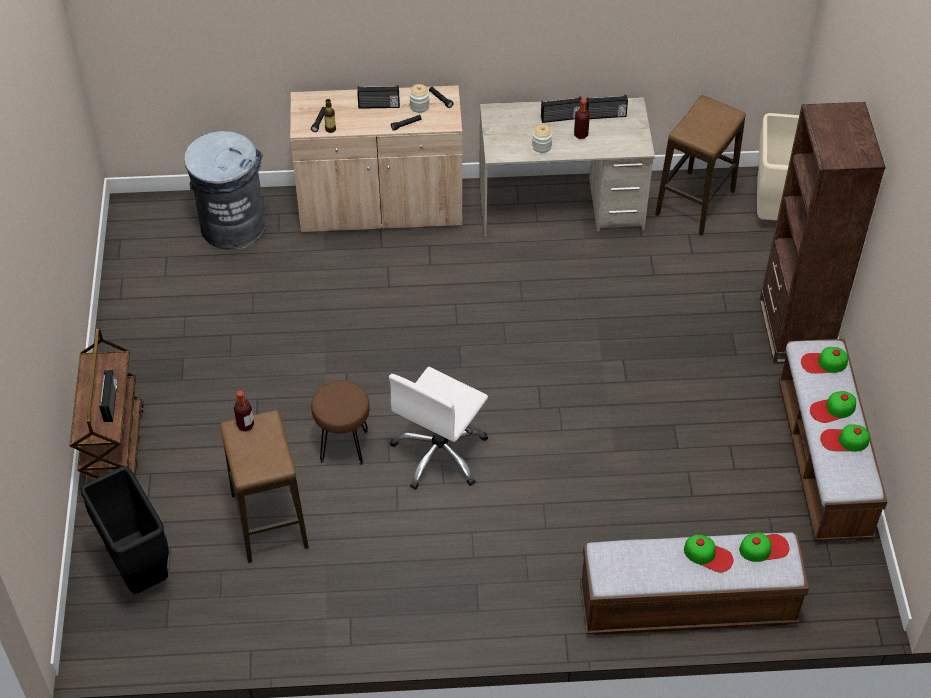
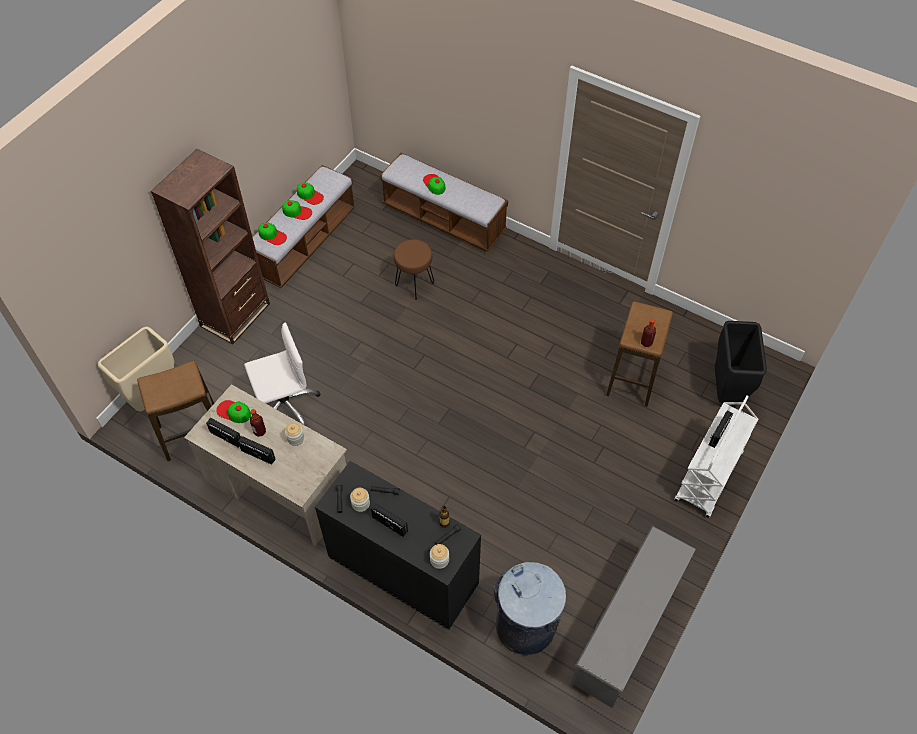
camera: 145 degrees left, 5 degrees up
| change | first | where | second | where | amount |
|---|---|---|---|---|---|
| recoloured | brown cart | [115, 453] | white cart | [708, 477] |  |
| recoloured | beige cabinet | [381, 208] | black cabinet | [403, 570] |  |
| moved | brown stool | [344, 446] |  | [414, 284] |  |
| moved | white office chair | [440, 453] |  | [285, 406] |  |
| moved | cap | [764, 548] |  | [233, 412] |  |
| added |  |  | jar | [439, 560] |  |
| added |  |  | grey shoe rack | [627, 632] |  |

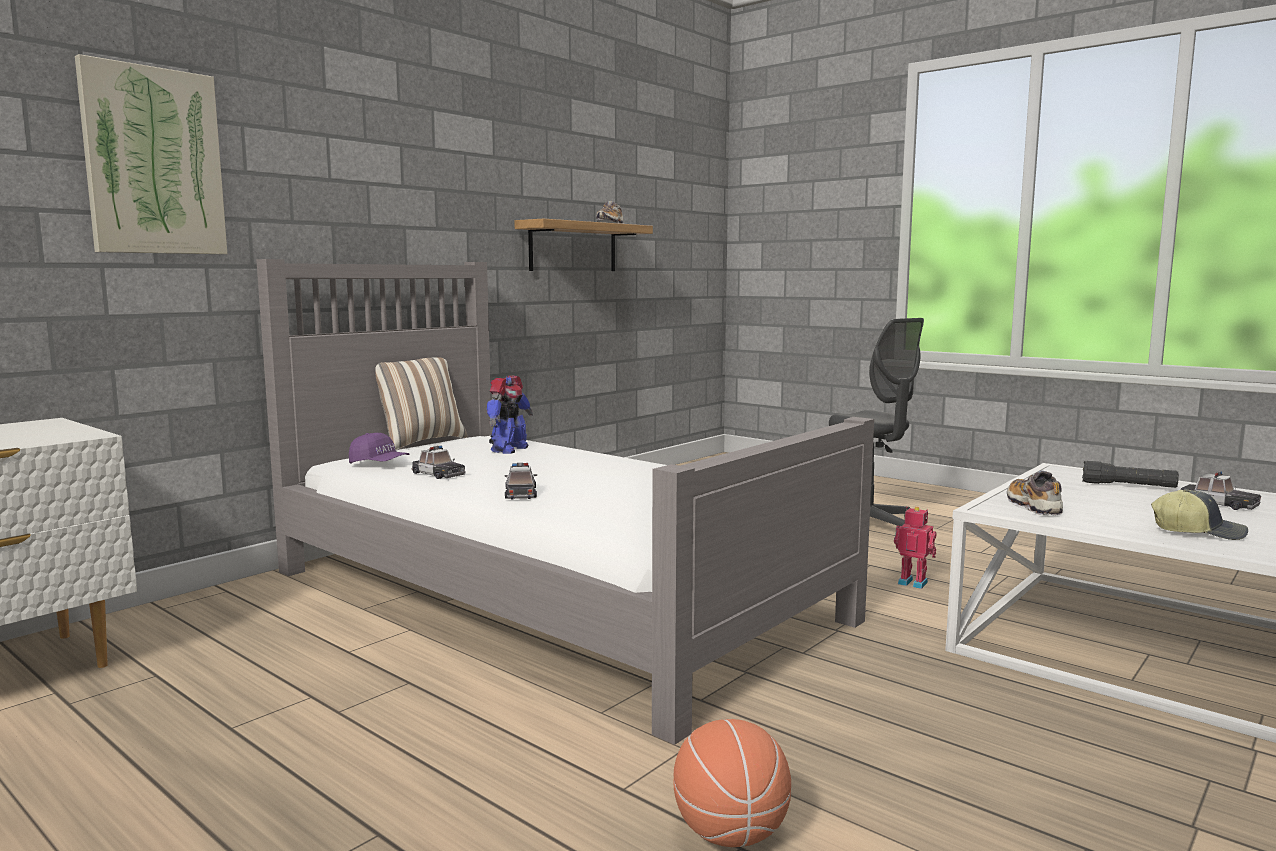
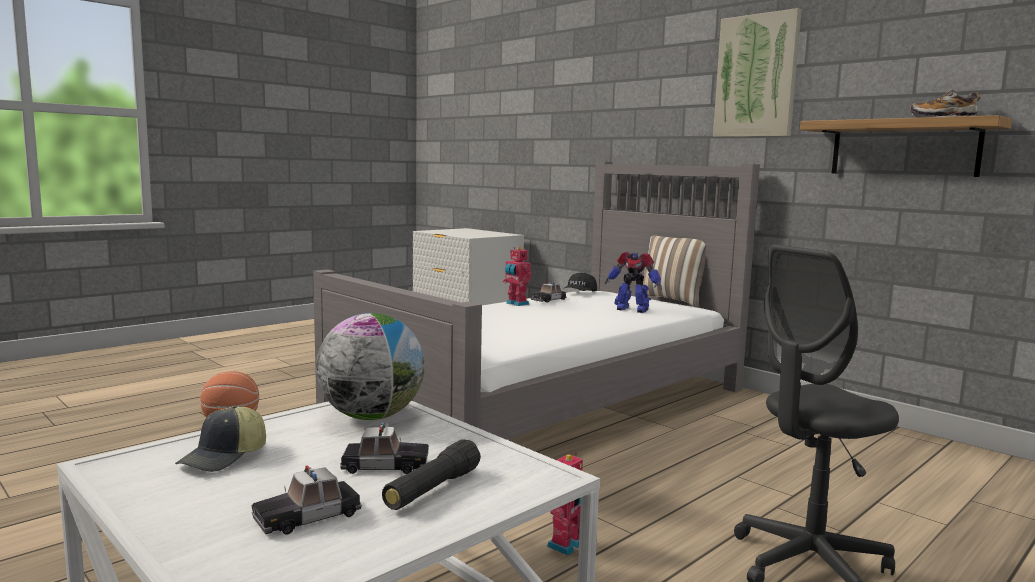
camera: 95 degrees right, 0 degrees up
| change | first | where | second | where | amount |
|---|---|---|---|---|---|
| moved | picture | [153, 162] |  | [756, 76] |  |
| recoloured | purple cap | [379, 464] | black cap | [579, 293] |  |
| moved | toy car | [521, 492] |  | [385, 465] |  |
| replaced | shoe | [1033, 507] | globe | [371, 416] |  |
| added |  |  | toy robot | [516, 304] |  |

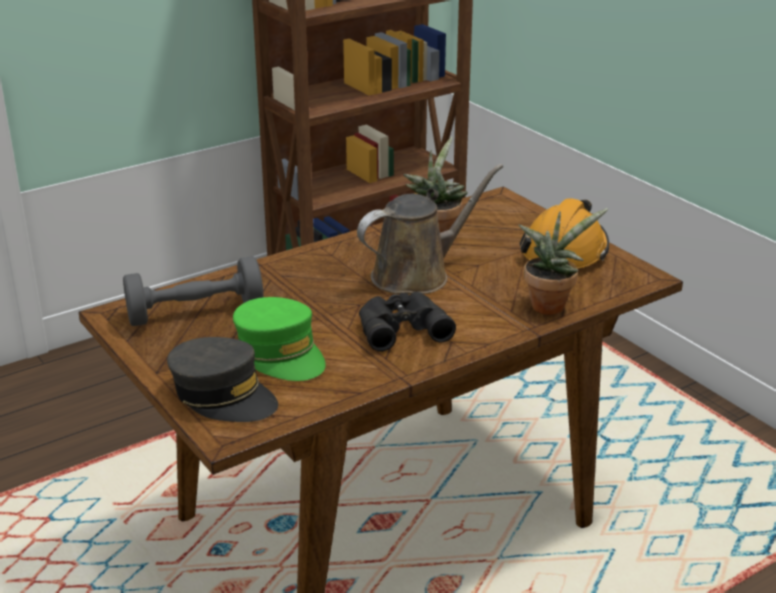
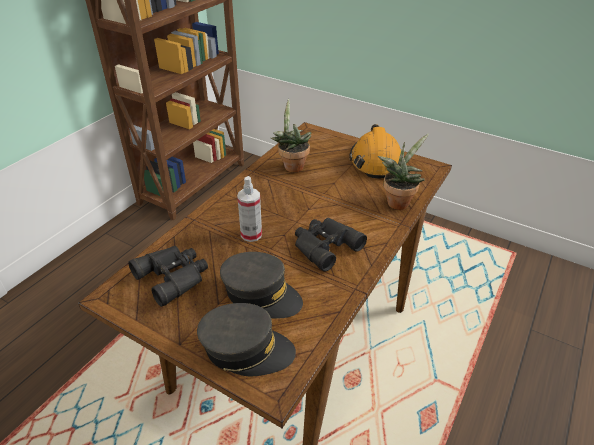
camera: 25 degrees left, 10 degrees up
| change | first | where | second | where | amount |
|---|---|---|---|---|---|
| replaced | grey dumbbell | [195, 313] | black binoculars | [174, 276] |  |
| recoloured | green cap | [281, 353] | grey cap | [261, 294] |  |
| removed | brown watering can | [417, 275] |  |  |  |
| added |  |  | spray bottle | [251, 234] |  |

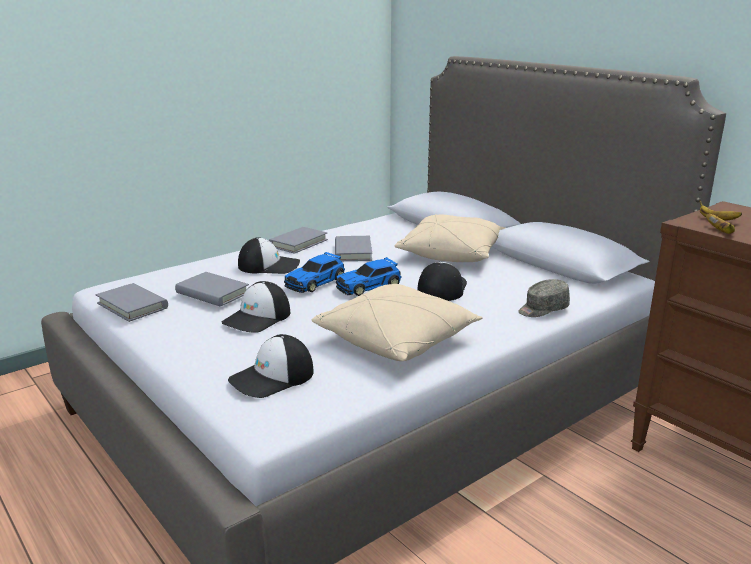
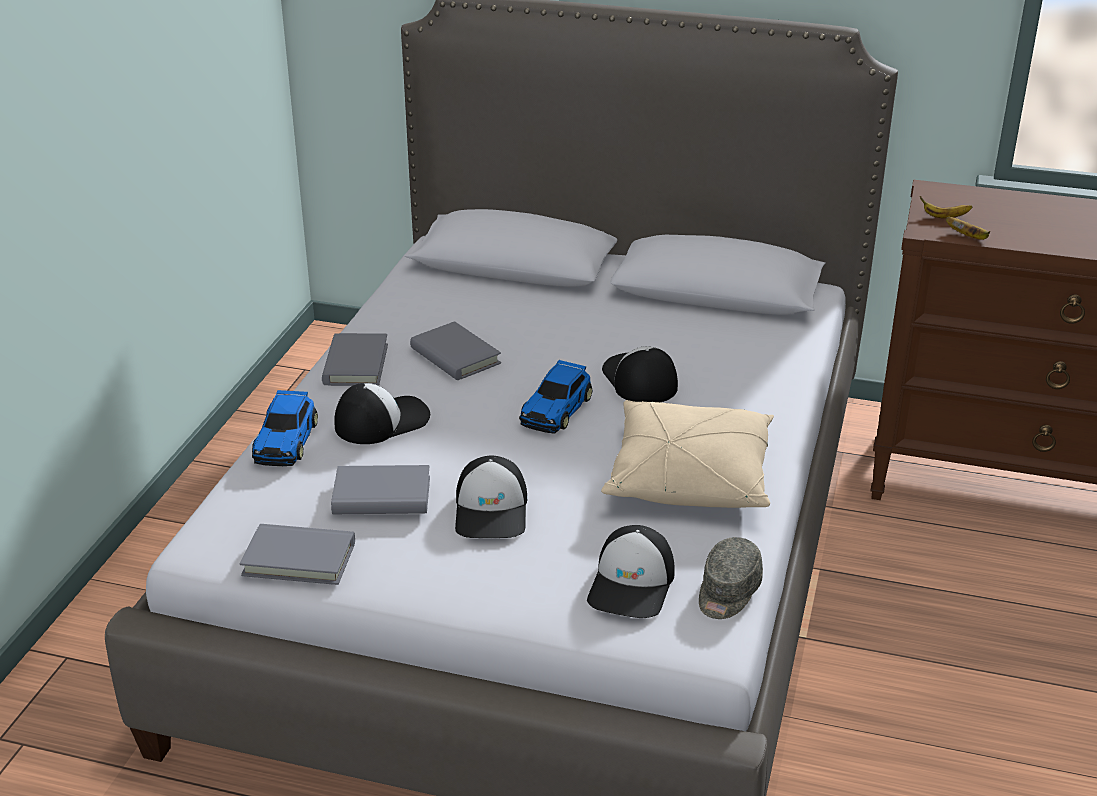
camera: 35 degrees left, 10 degrees up
| change | first | where | second | where | amount |
|---|---|---|---|---|---|
| moved | toy car | [316, 282] |  | [286, 440] |  |
| removed | beige pillow | [451, 253] |  |  |  |
| moved | grey cap | [542, 309] |  | [727, 592] |  |

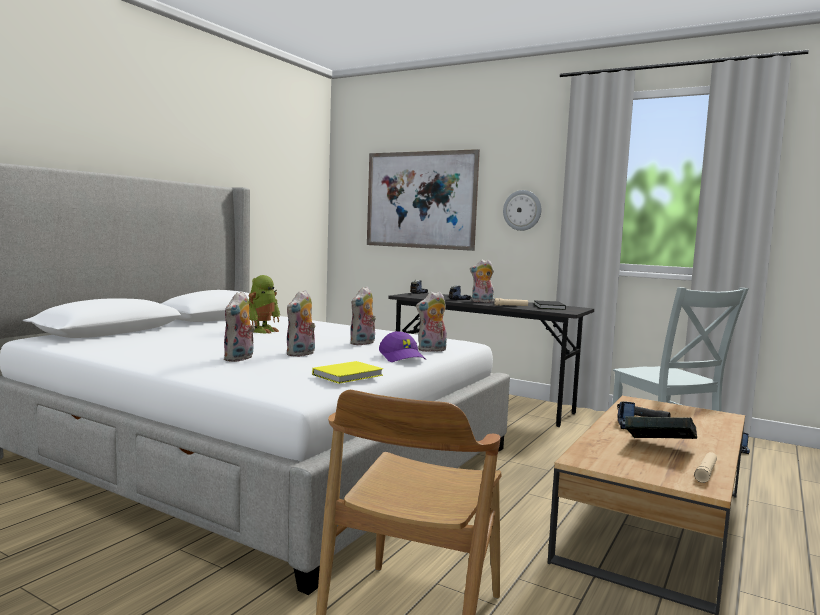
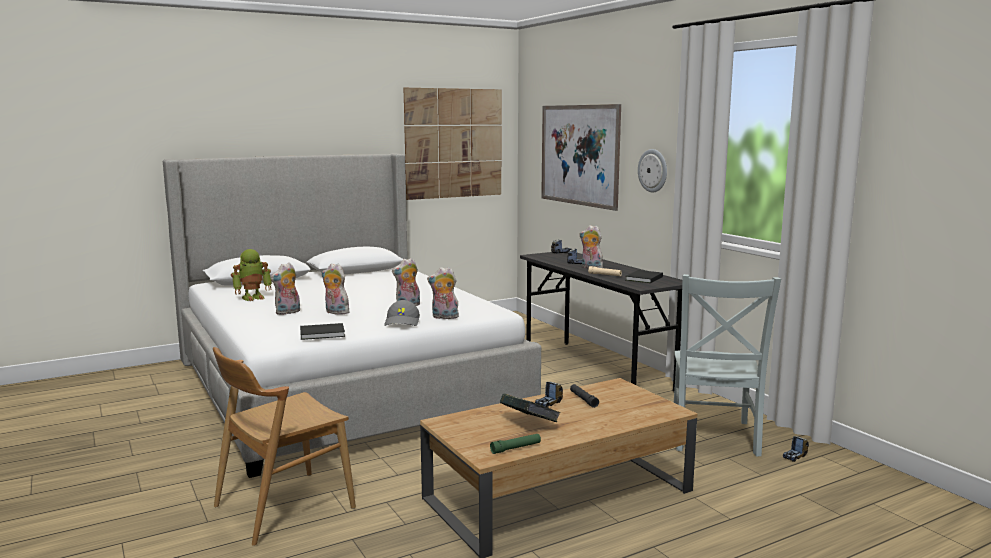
camera: 30 degrees right, 5 degrees up
| change | first | where | second | where | amount |
|---|---|---|---|---|---|
| moved | toy robot | [262, 330] |  | [253, 297] |  |
| turned | plush toy | [301, 354] |  | [335, 312] | 60 degrees clockwise |
| recoloured | yellow book | [349, 375] | black book | [323, 334] |  |
| recoloured | purple cap | [402, 357] | grey cap | [403, 322] |  |
| recoloured | beige flashlight | [706, 472] | green flashlight | [516, 448] |  |
| added |  |  | picture | [454, 143] |  |

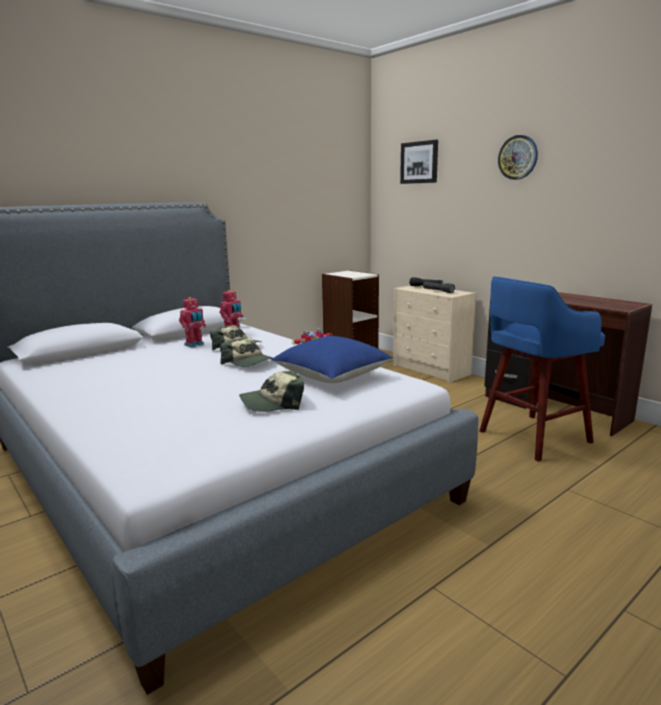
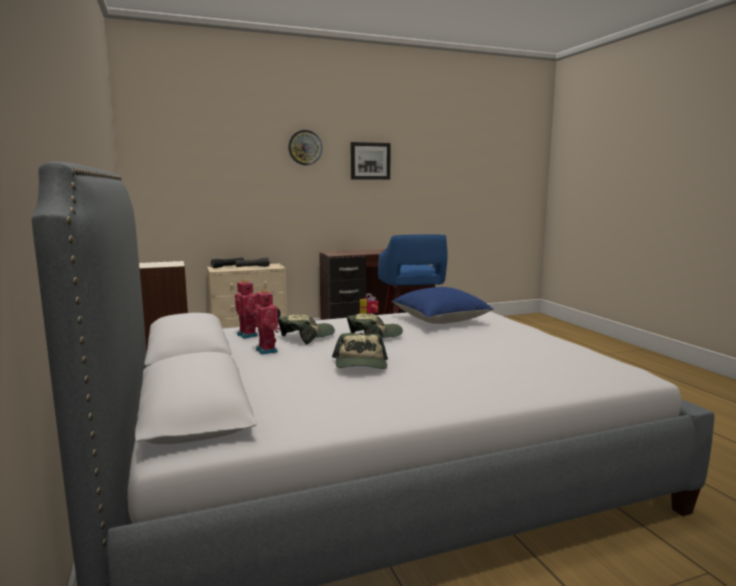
camera: 70 degrees left, 5 degrees down
| change | first | where | second | where | amount |
|---|---|---|---|---|---|
| moved | cap | [272, 403] |  | [361, 365] |  |
| moved | picture | [419, 162] |  | [370, 161] |  |

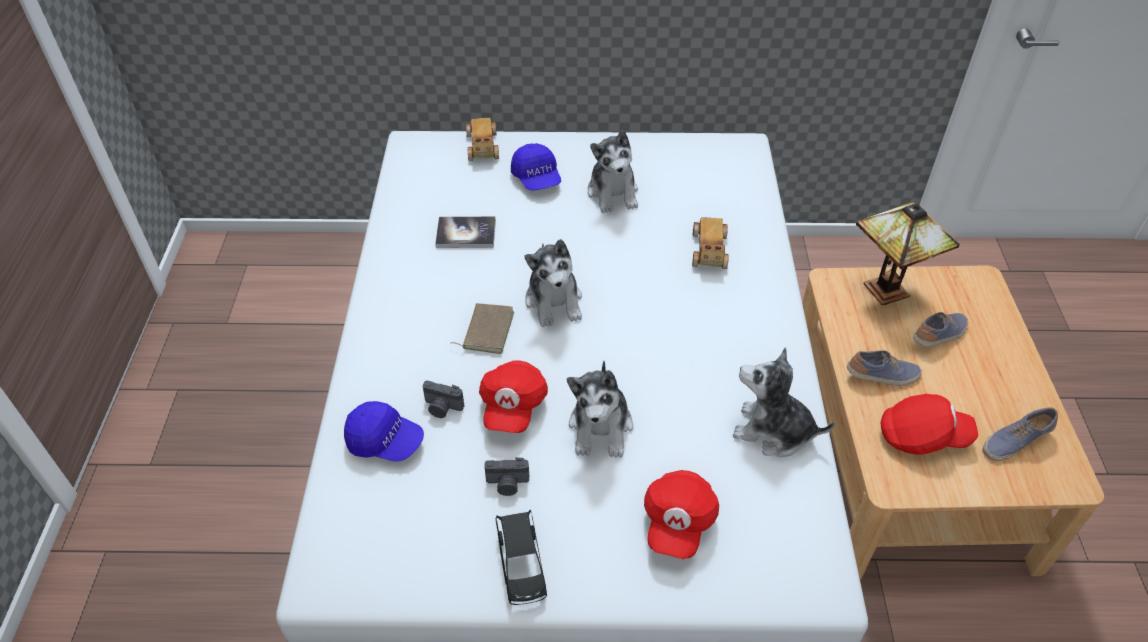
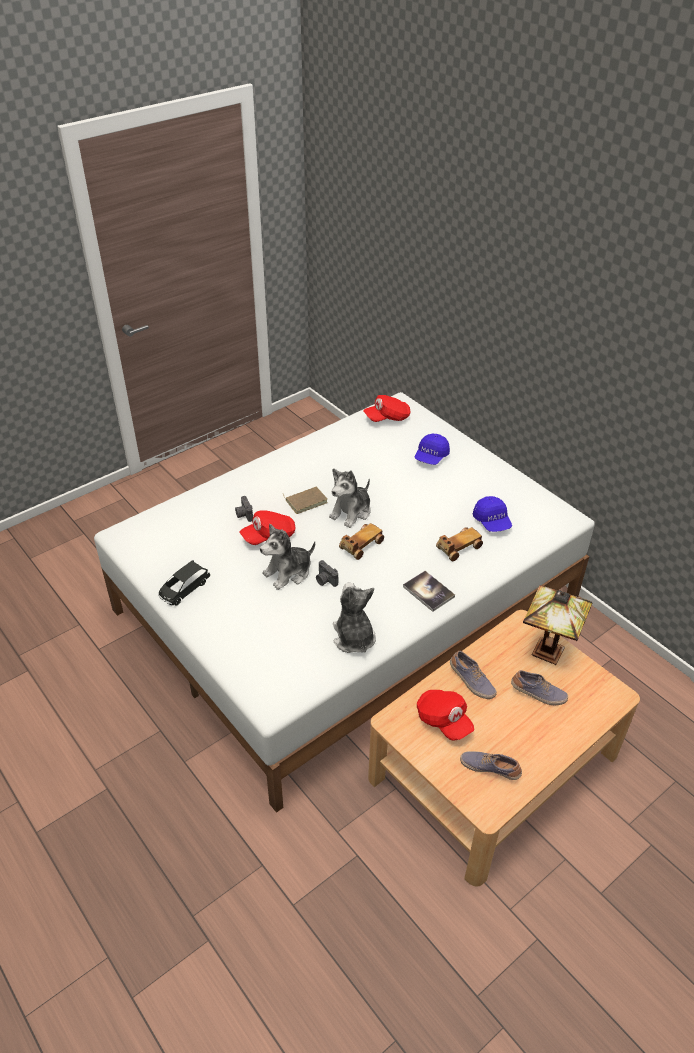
camera: 50 degrees right, 5 degrees down
| change | first | where | second | where | amount |
|---|---|---|---|---|---|
| moved | blue cap | [385, 441] |  | [492, 522] |  |
| moved | book | [466, 233] |  | [428, 592] |  |
| moved | toy car | [482, 147] |  | [361, 546] |  |
| moved | photo camera | [507, 484] |  | [325, 580] |  |
| removed | plush toy | [613, 193] |  |  |  |
| moved | red cap | [677, 522] |  | [387, 418] |  |

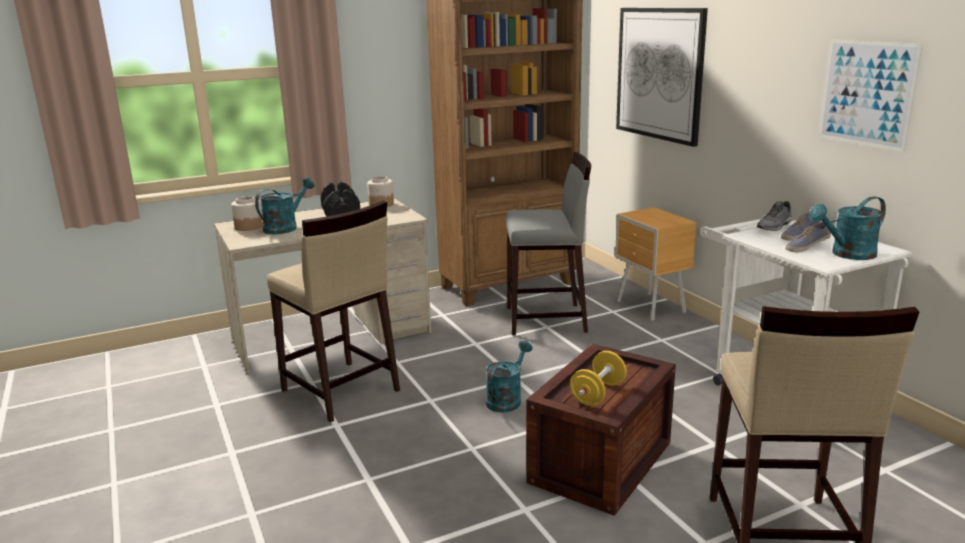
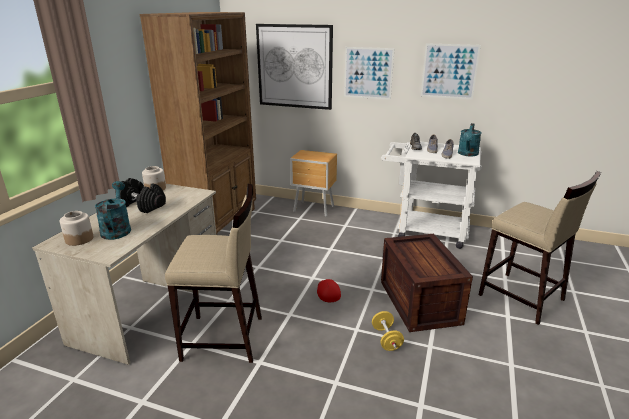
camera: 45 degrees left, 5 degrees up
| change | first | where | second | where | amount |
|---|---|---|---|---|---|
| replaced | turquoise watering can | [506, 399] | red cap | [328, 292] |  |
| removed | grey stool | [547, 320] |  |  |  |
| moved | yellow dumbbell | [598, 394] |  | [386, 339] |  |
| added |  |  | picture | [368, 73] |  |

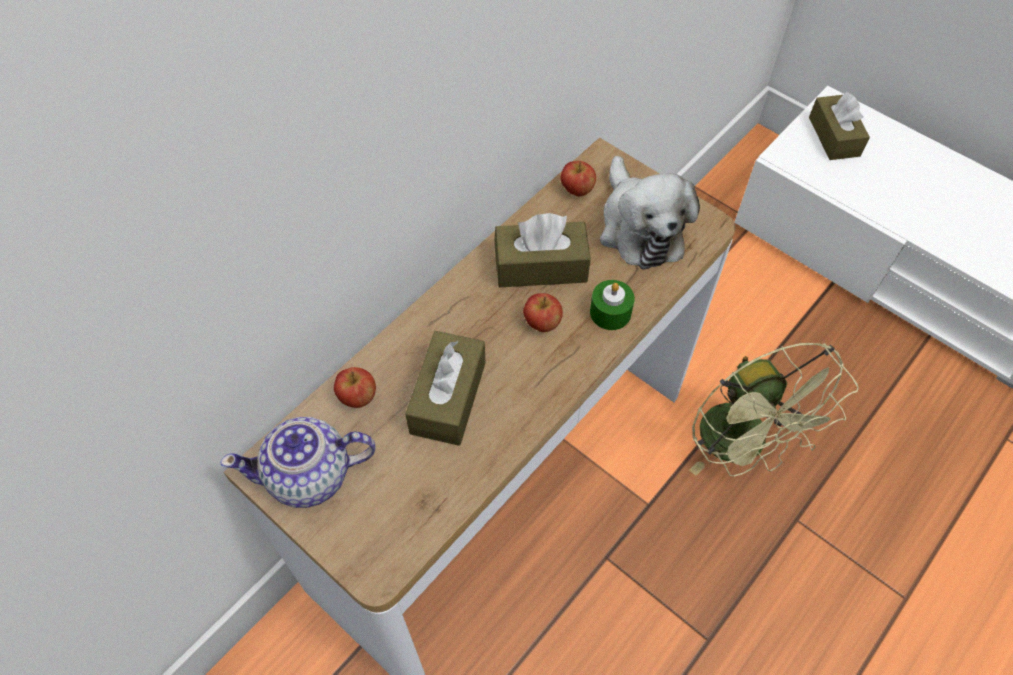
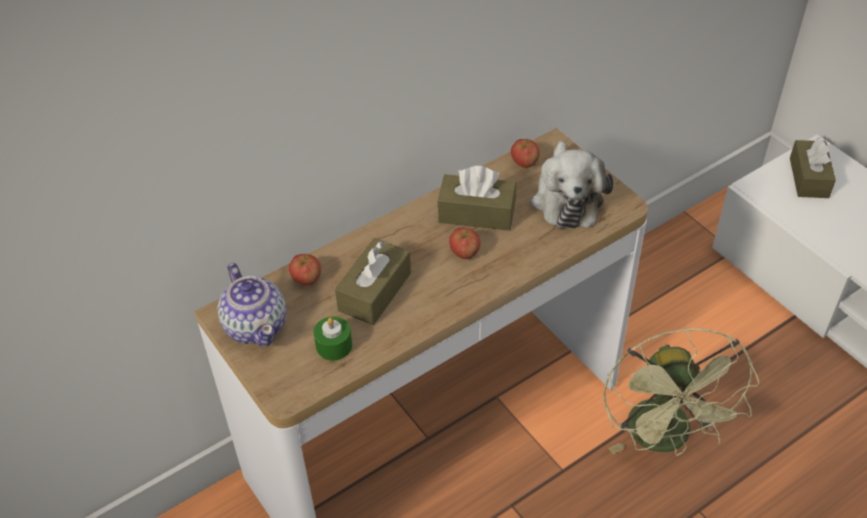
camera: 15 degrees right, 10 degrees down
| change | first | where | second | where | amount |
|---|---|---|---|---|---|
| turned | teapot | [310, 476] |  | [256, 325] | 120 degrees counterclockwise |
| moved | green candle | [610, 312] |  | [334, 345] |  |

